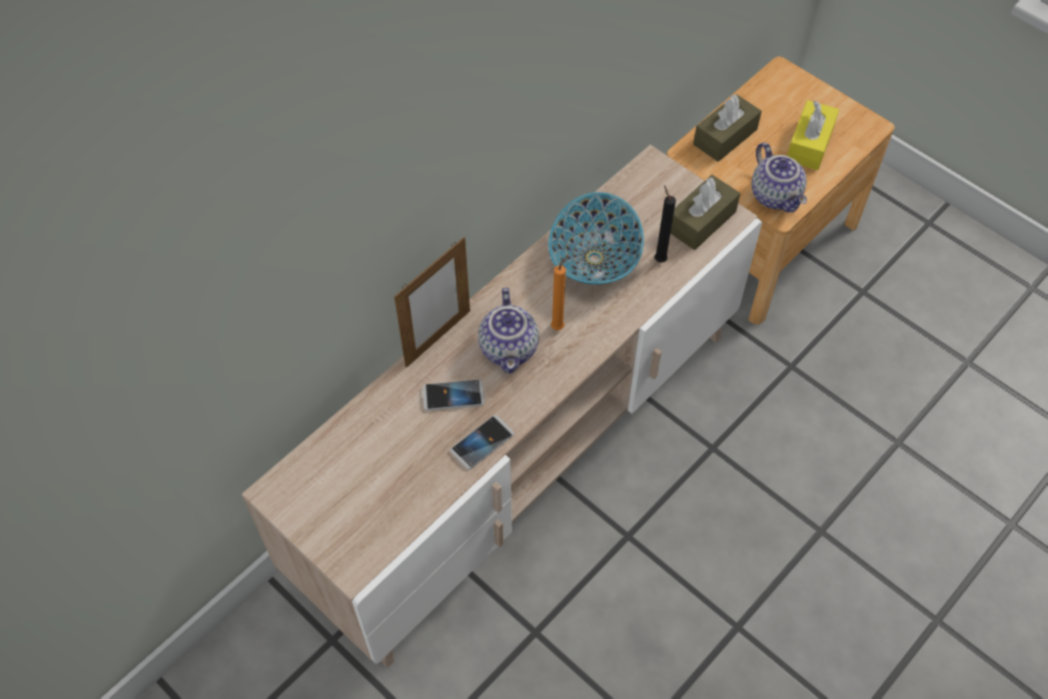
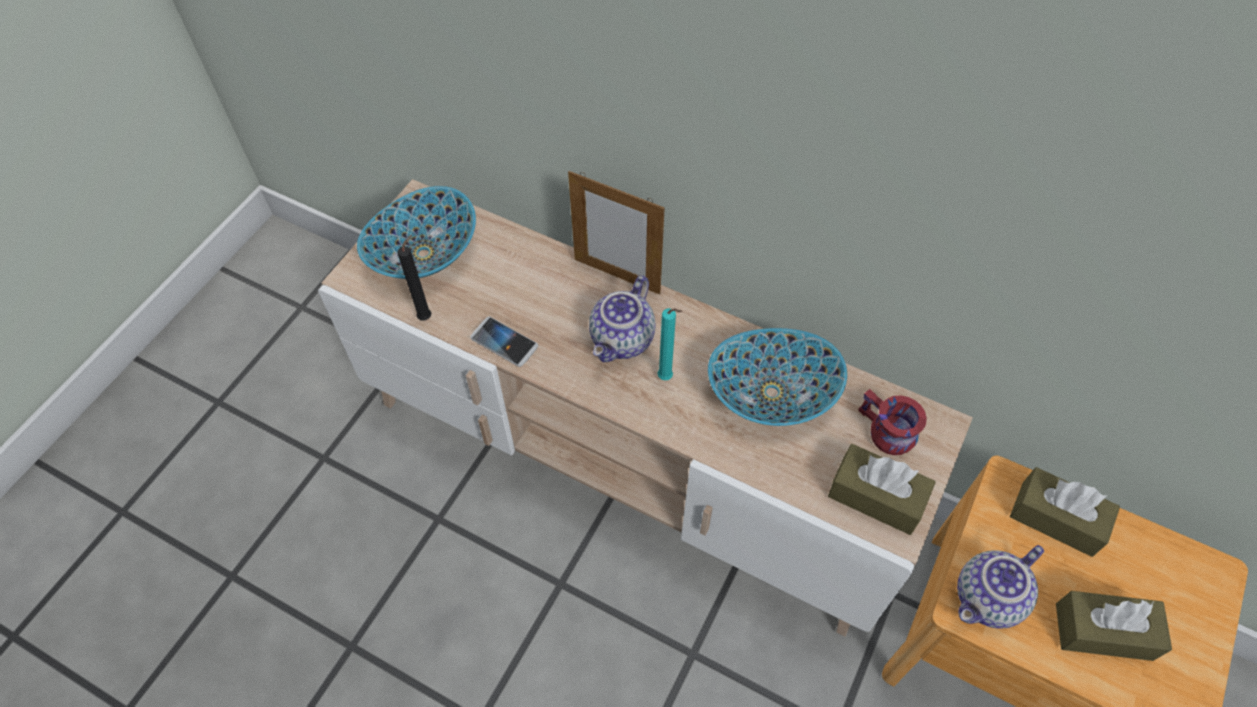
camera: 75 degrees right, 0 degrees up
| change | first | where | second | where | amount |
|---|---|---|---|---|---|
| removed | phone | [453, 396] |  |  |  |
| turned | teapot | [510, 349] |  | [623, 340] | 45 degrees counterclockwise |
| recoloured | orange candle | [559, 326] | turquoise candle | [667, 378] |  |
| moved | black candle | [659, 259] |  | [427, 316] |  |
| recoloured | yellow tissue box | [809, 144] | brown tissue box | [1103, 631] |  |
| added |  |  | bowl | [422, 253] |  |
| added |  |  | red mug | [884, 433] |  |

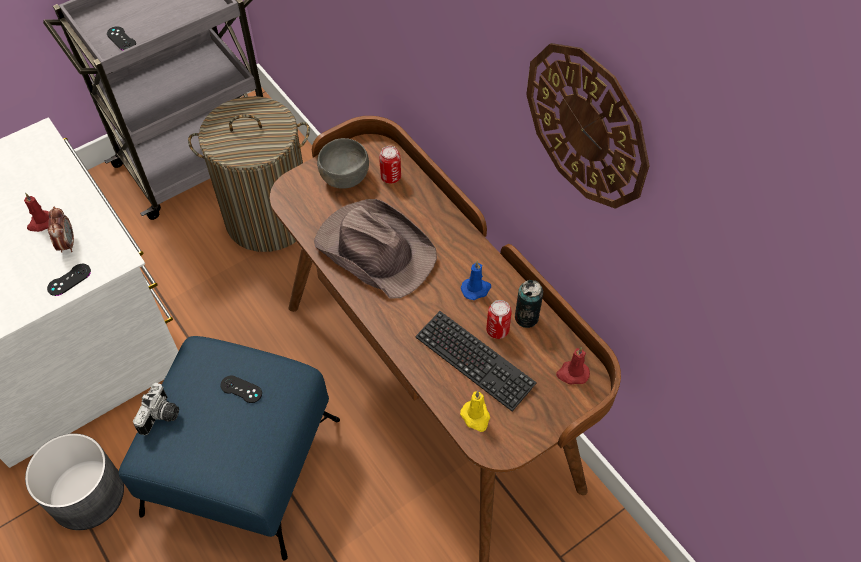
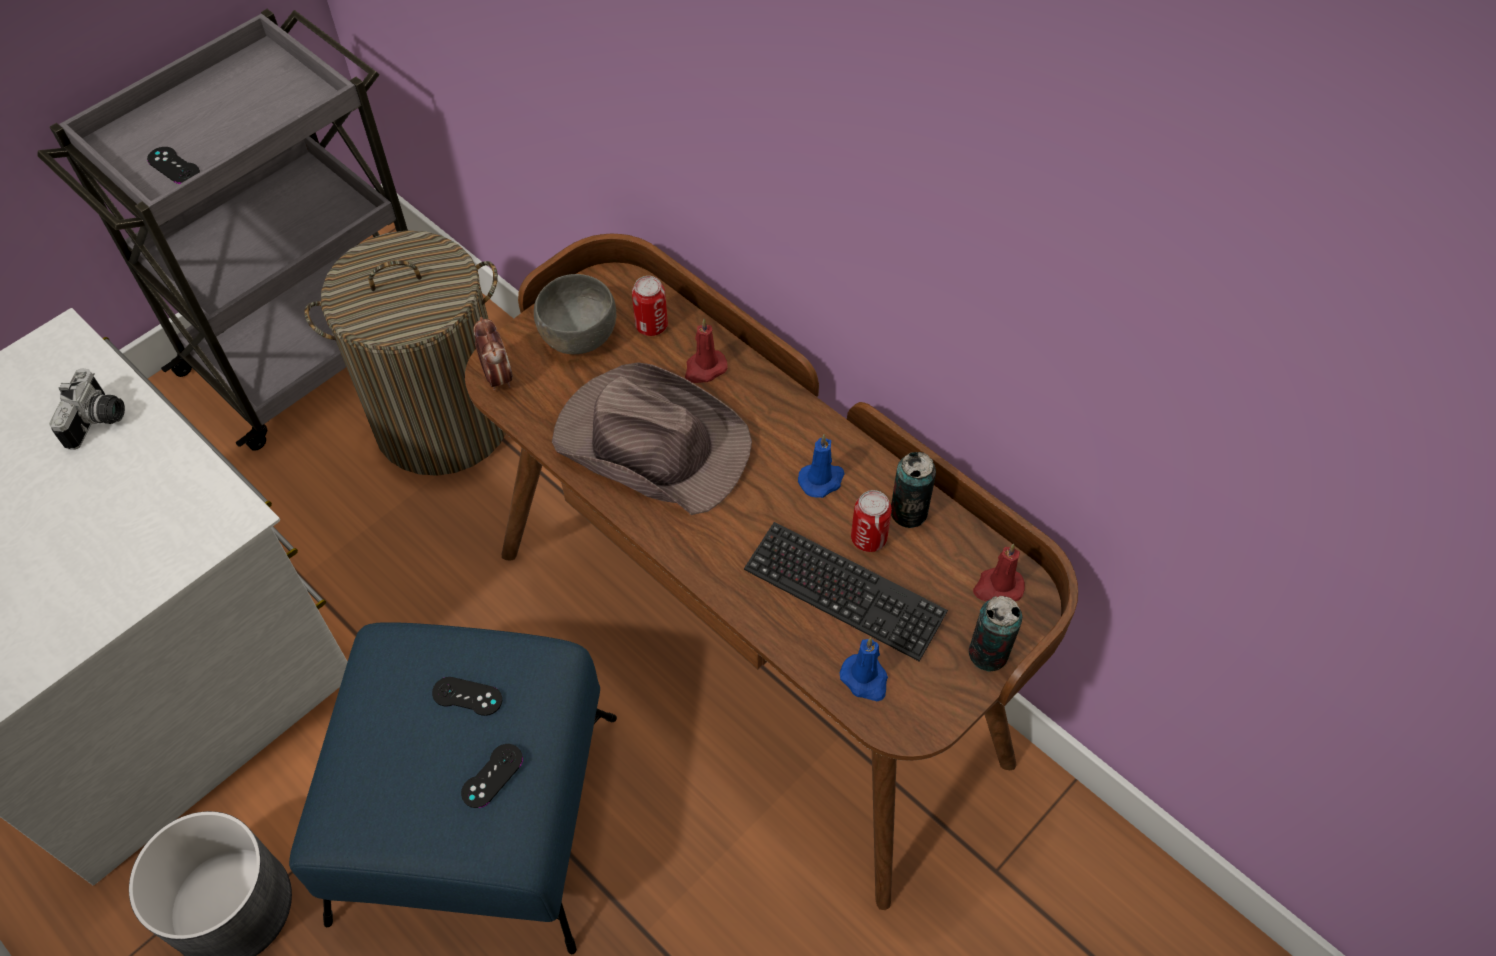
camera: 10 degrees left, 0 degrees up
| change | first | where | second | where | amount |
|---|---|---|---|---|---|
| moved | red candle | [41, 223] |  | [704, 368] |  |
| moved | black game controller | [69, 280] |  | [492, 776] |  |
| moved | alarm clock | [67, 244] |  | [498, 377] |  |
| moved | photo camera | [162, 417] |  | [99, 421] |  |
| recoloured | yellow candle | [476, 417] | blue candle | [865, 679] |  |
| removed | wall clock | [587, 126] |  |  |  |
| added |  |  | can | [988, 653] |  |

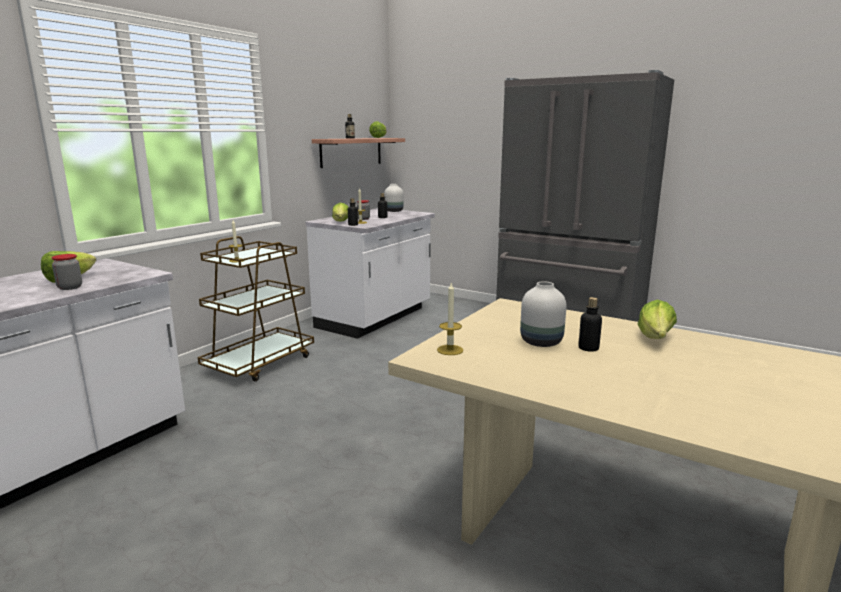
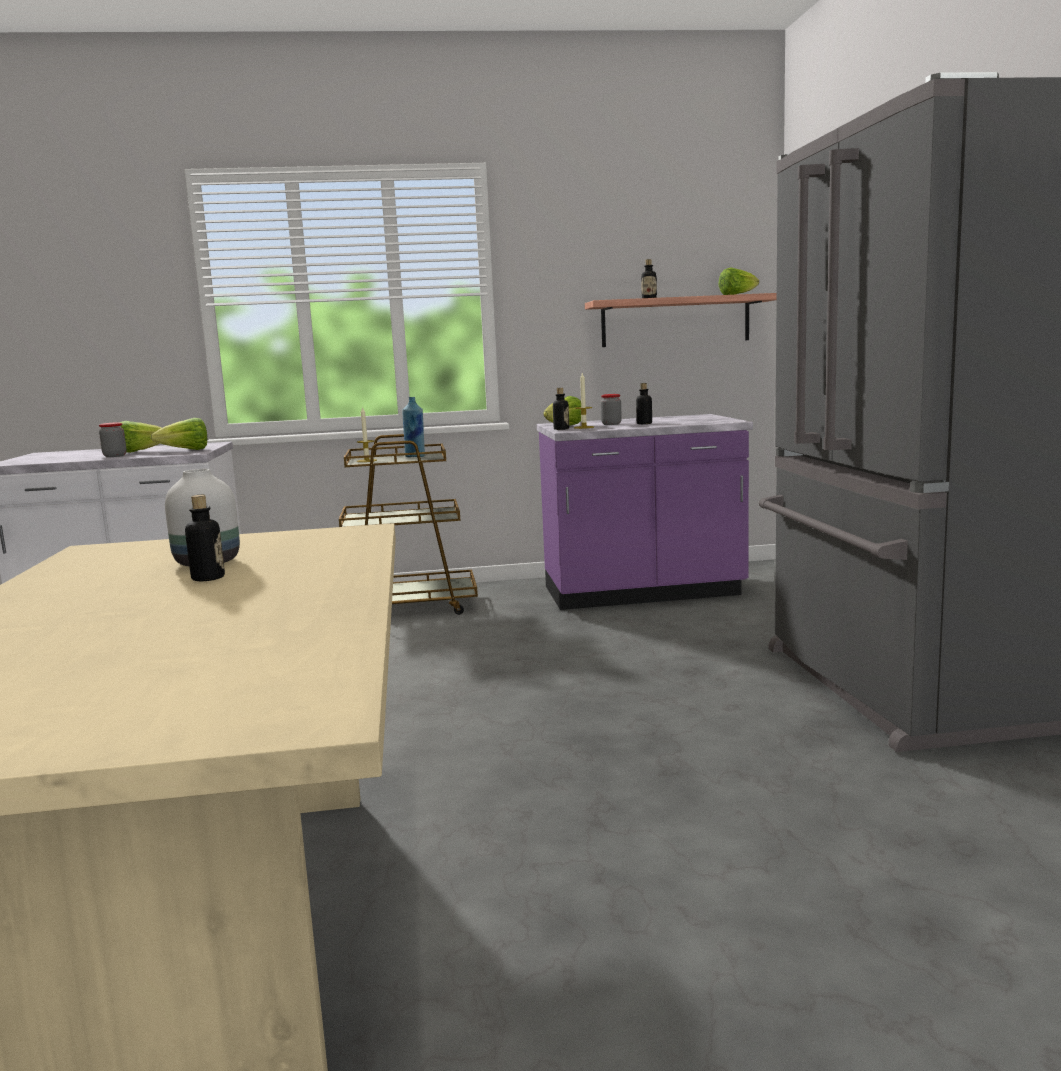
camera: 50 degrees right, 5 degrees down
| change | first | where | second | where | amount |
|---|---|---|---|---|---|
| recoloured | white counter | [375, 318] | purple counter | [642, 593] |  |
| removed | white vase | [393, 211] |  |  |  |
| removed | candle | [450, 350] |  |  |  |
| moved | lettuce | [655, 339] |  | [186, 450] |  |
| added |  |  | blue bottle | [415, 456] |  |

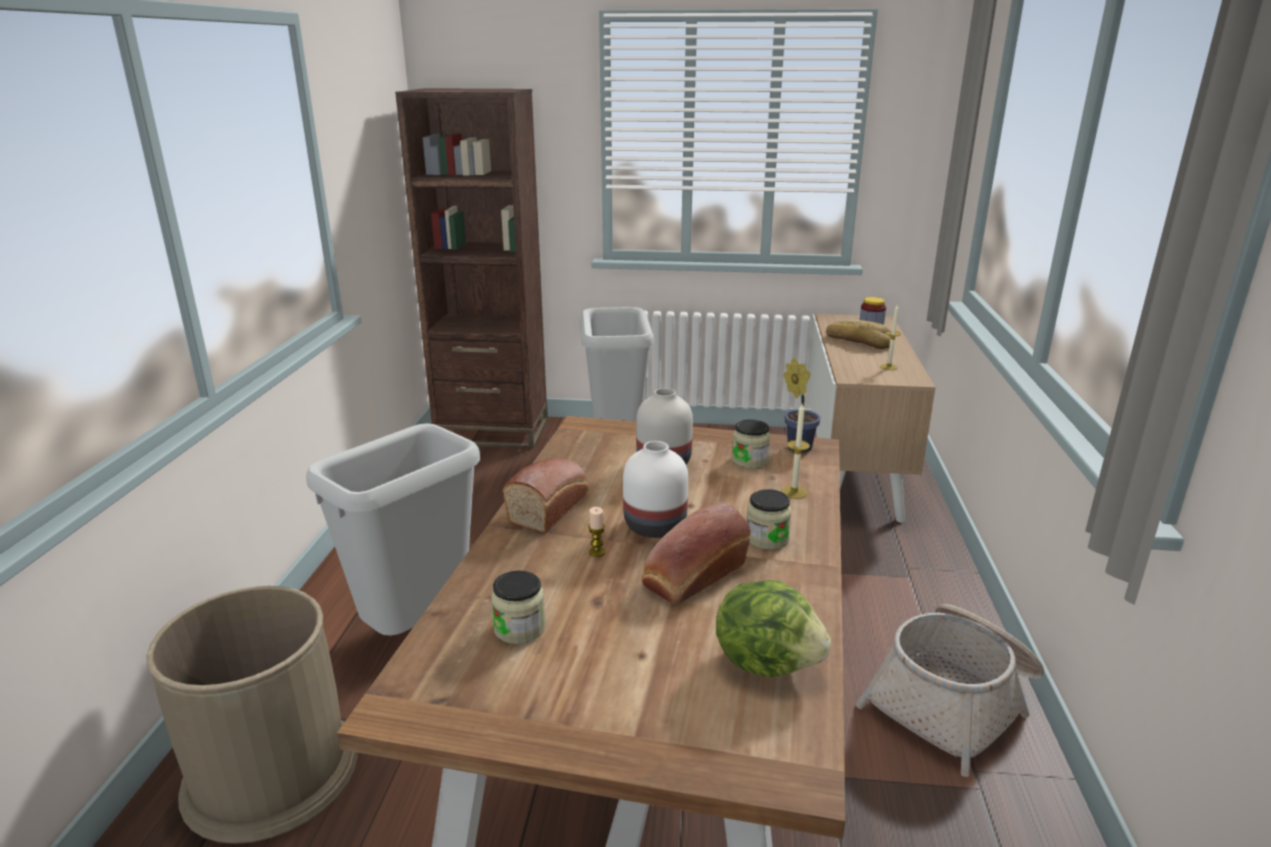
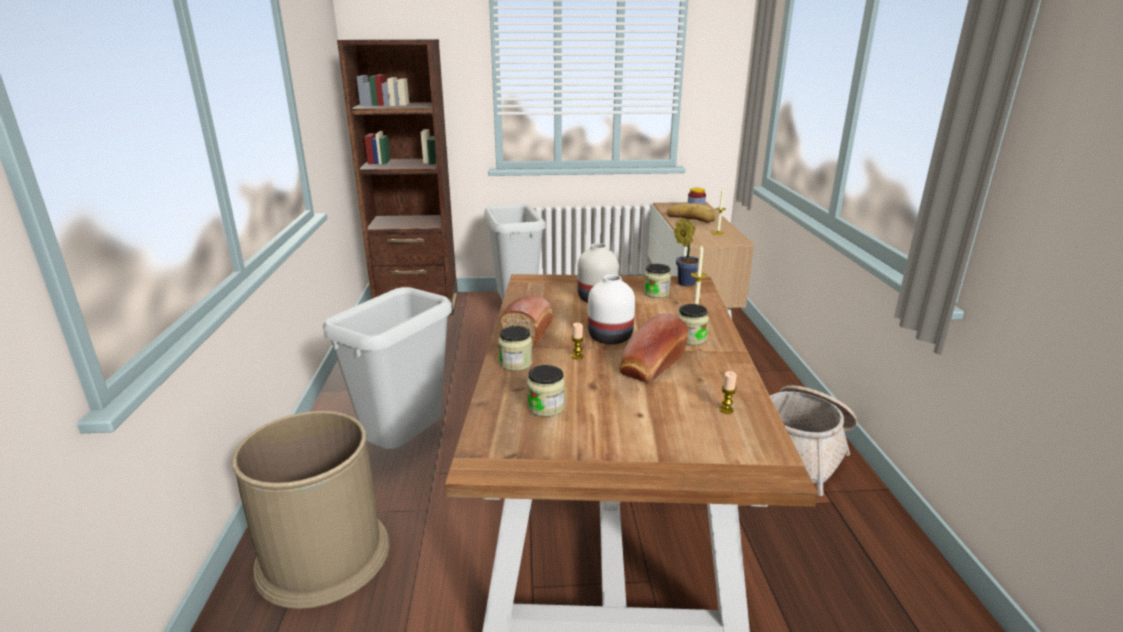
camera: 10 degrees left, 0 degrees up
| change | first | where | second | where | amount |
|---|---|---|---|---|---|
| replaced | lettuce | [767, 661] | candle | [726, 410] |  |
| added |  |  | jar | [515, 363] |  |

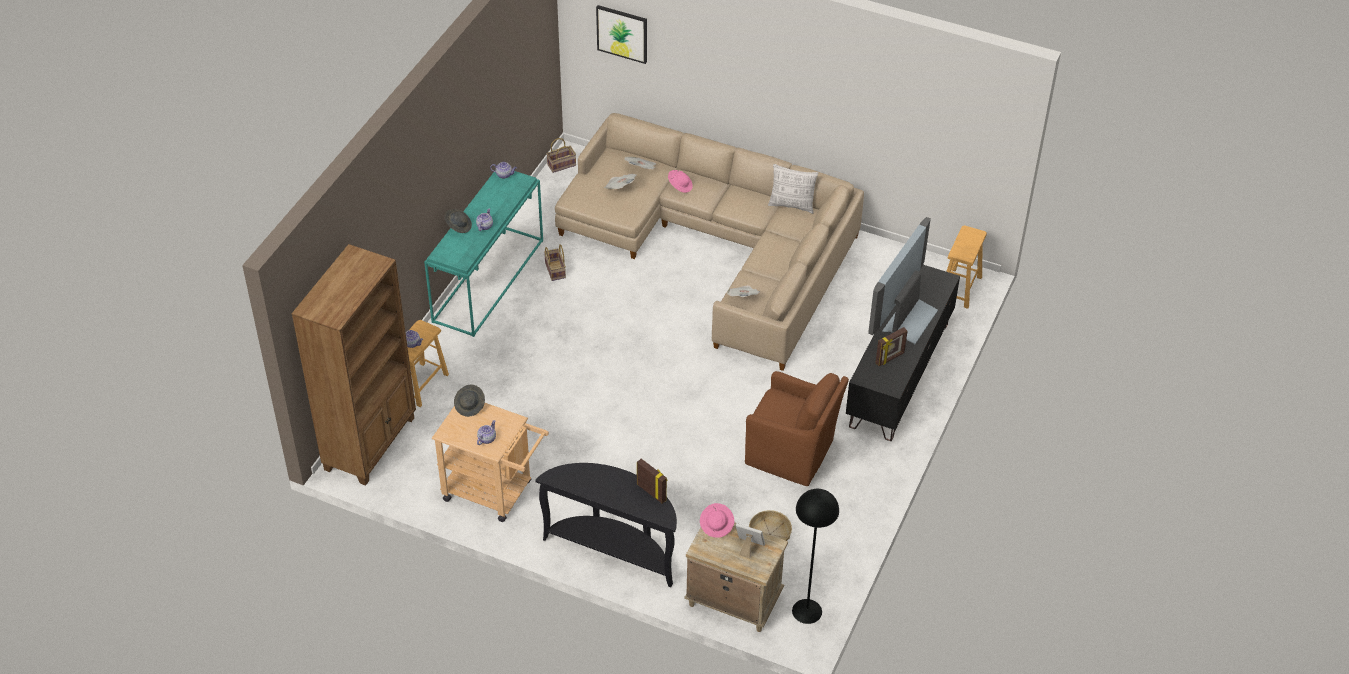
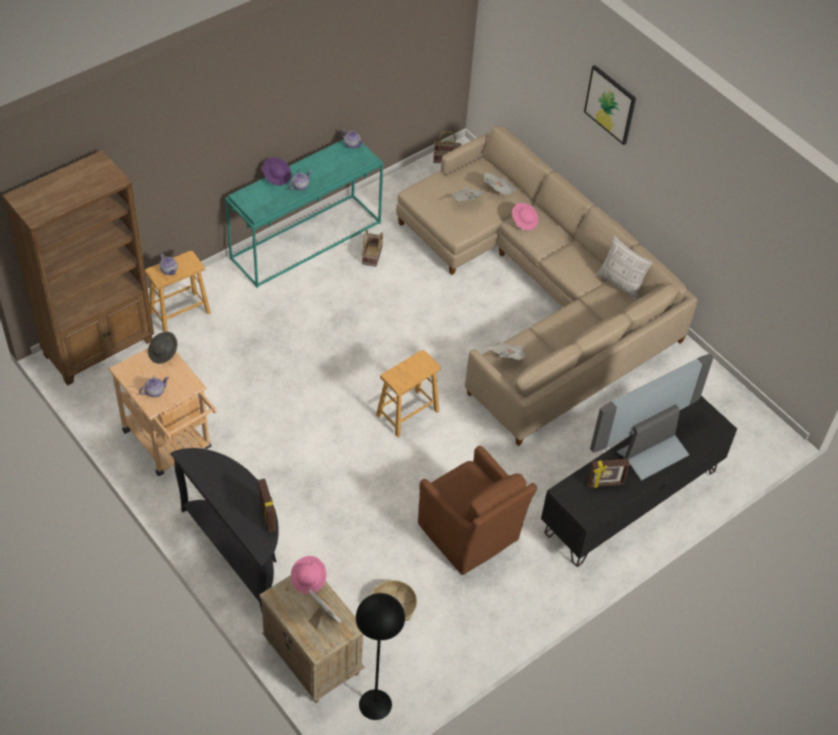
camera: 25 degrees right, 5 degrees up
| change | first | where | second | where | amount |
|---|---|---|---|---|---|
| recoloured | grey hat | [458, 226] | purple hat | [277, 176] |  |
| moved | picture | [622, 33] |  | [610, 104] |  |
| moved | brown stool | [959, 288] |  | [407, 413] |  |

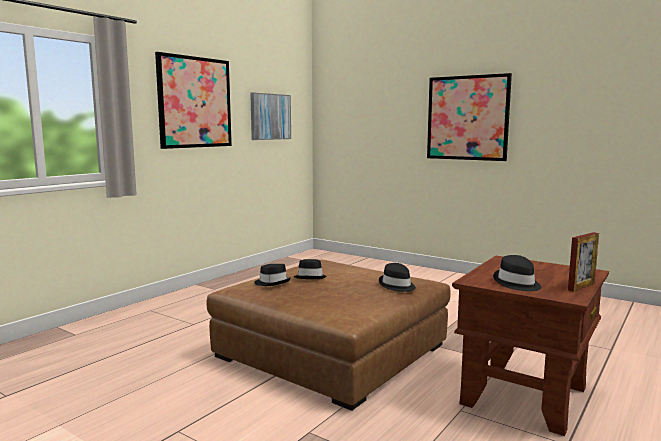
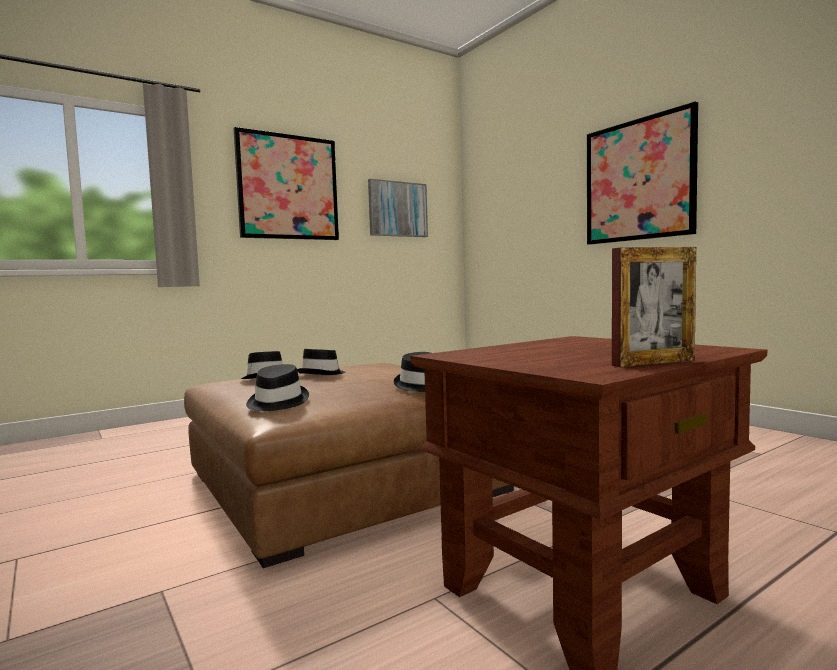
camera: 20 degrees right, 5 degrees down
| change | first | where | second | where | amount |
|---|---|---|---|---|---|
| moved | black hat | [517, 283] |  | [276, 402] |  |

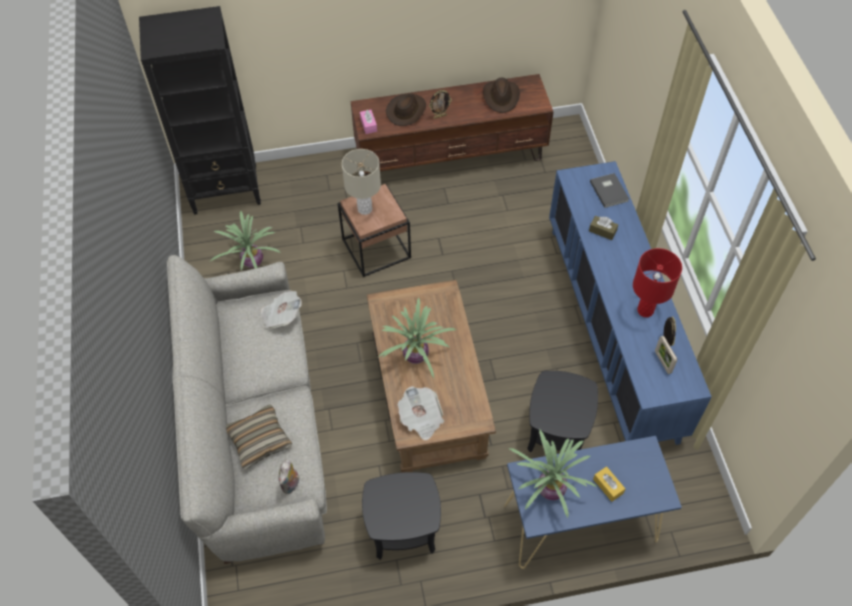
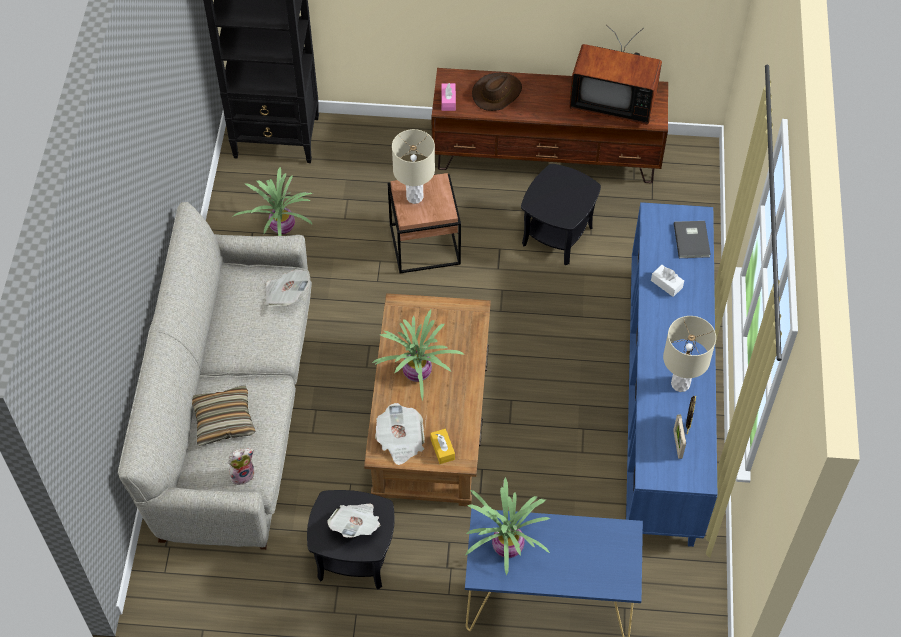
camera: 15 degrees right, 0 degrees up
| change | first | where | second | where | amount |
|---|---|---|---|---|---|
| turned | plush toy | [291, 485] |  | [242, 474] | 150 degrees counterclockwise |
| removed | picture frame | [440, 116] |  |  |  |
| replaced | brown hat | [501, 97] | television | [612, 100] |  |
| moved | black side table | [557, 433] |  | [557, 236] |  |
| recoloured | brown tissue box | [602, 231] | white tissue box | [666, 284] |  |
| moved | yellow tissue box | [608, 486] |  | [442, 449] |  |
| recoloured | red table lamp | [645, 310] | beige table lamp | [680, 384] |  |
| added |  |  | newspaper | [356, 525] |  |

